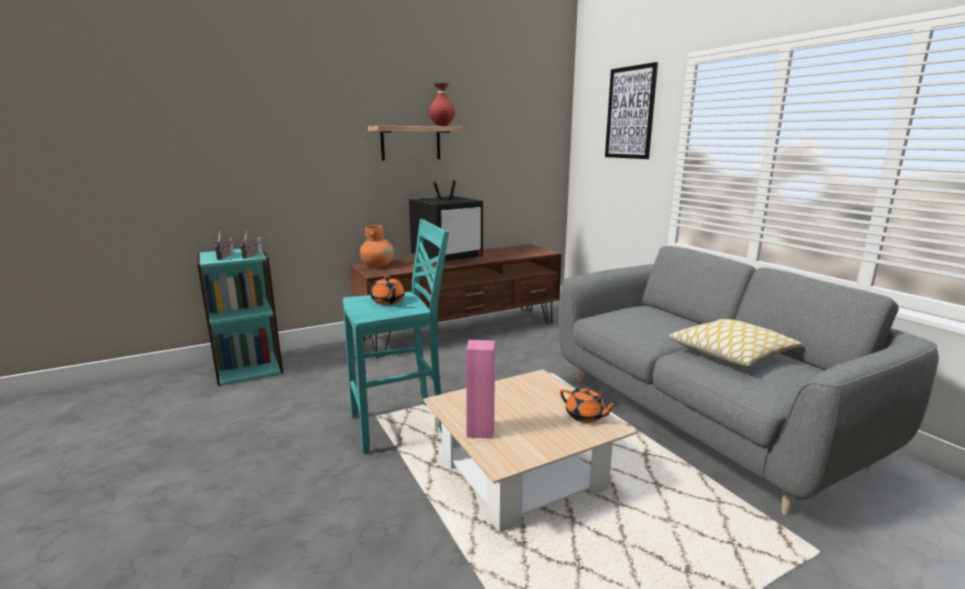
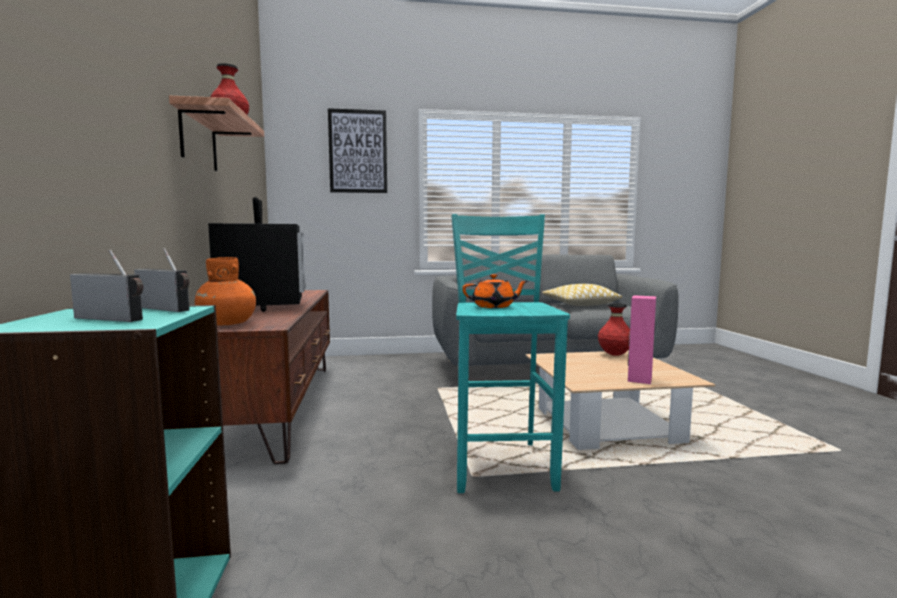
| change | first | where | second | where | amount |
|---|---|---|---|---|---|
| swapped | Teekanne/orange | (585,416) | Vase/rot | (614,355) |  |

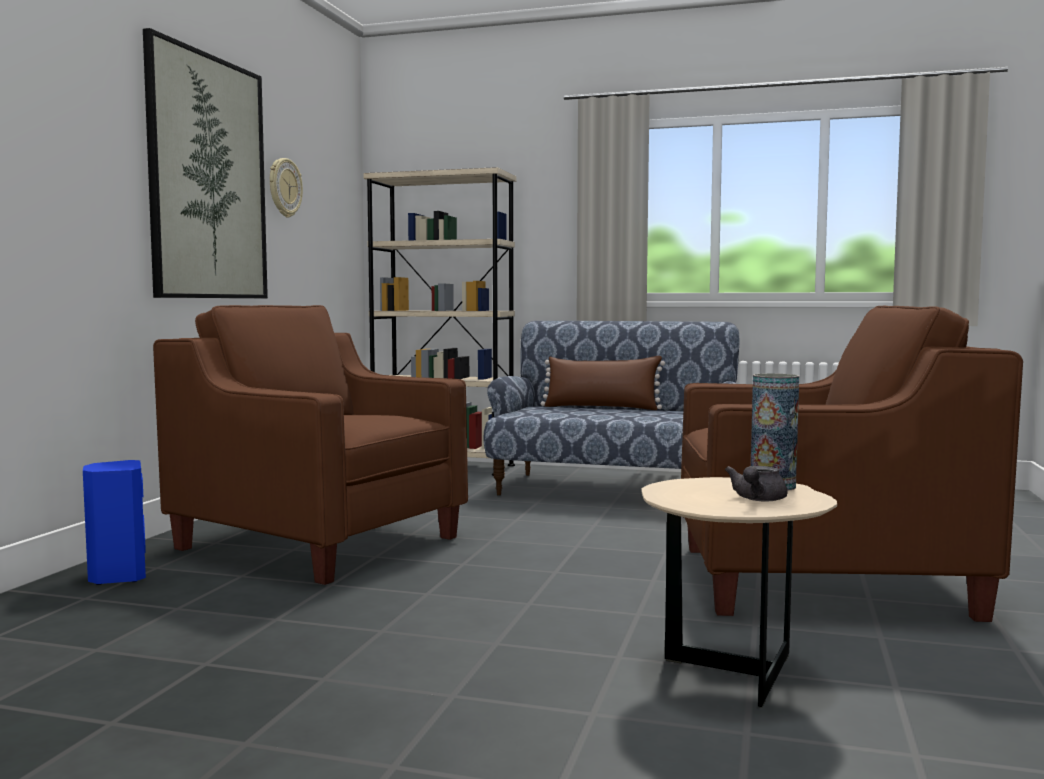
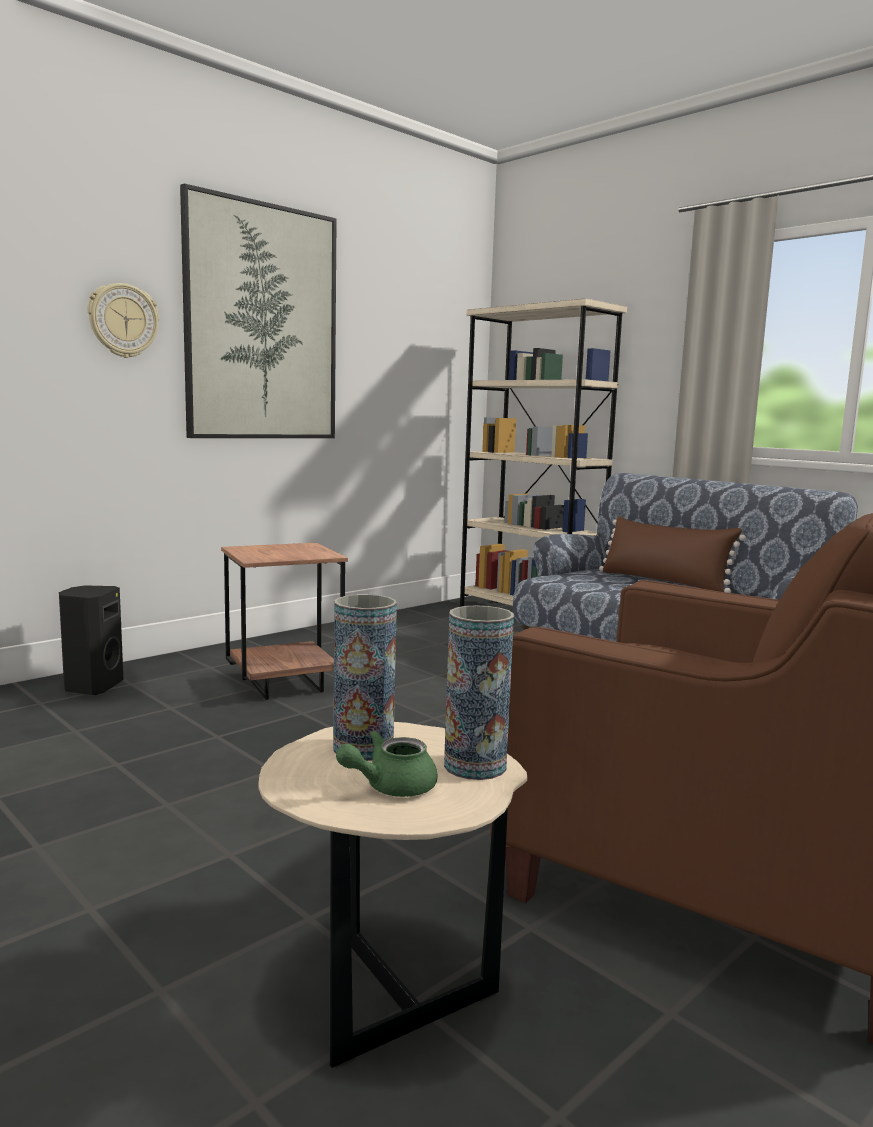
| change | first | where | second | where | amount |
|---|---|---|---|---|---|
| repainted | Lautsprecher/blau | (117,577) | Lautsprecher/schwarz | (92,687) |  |
| swapped | Sessel/braun | (319,542) | Beistelltisch/braun | (284,686) |  |
| shifted | Wanduhr | (284,188) |  | (123,321) |  |
| repainted | Teekanne/grau | (757,499) | Teekanne/grün | (390,787) |  |
| new |  |  | Vase | (363,748) |  |

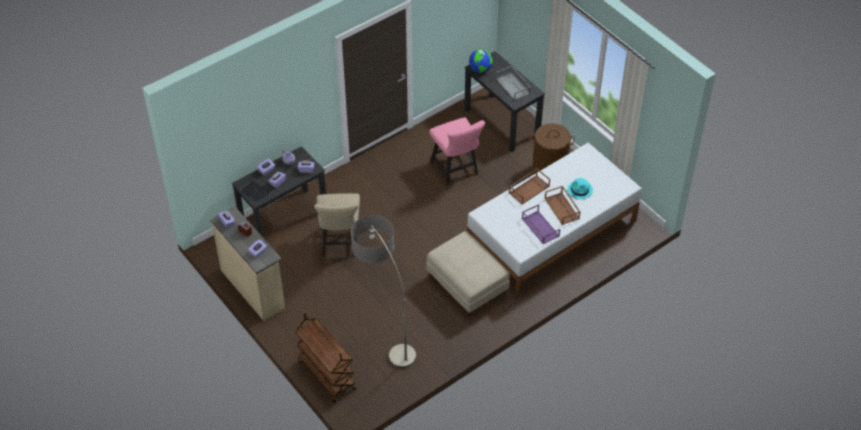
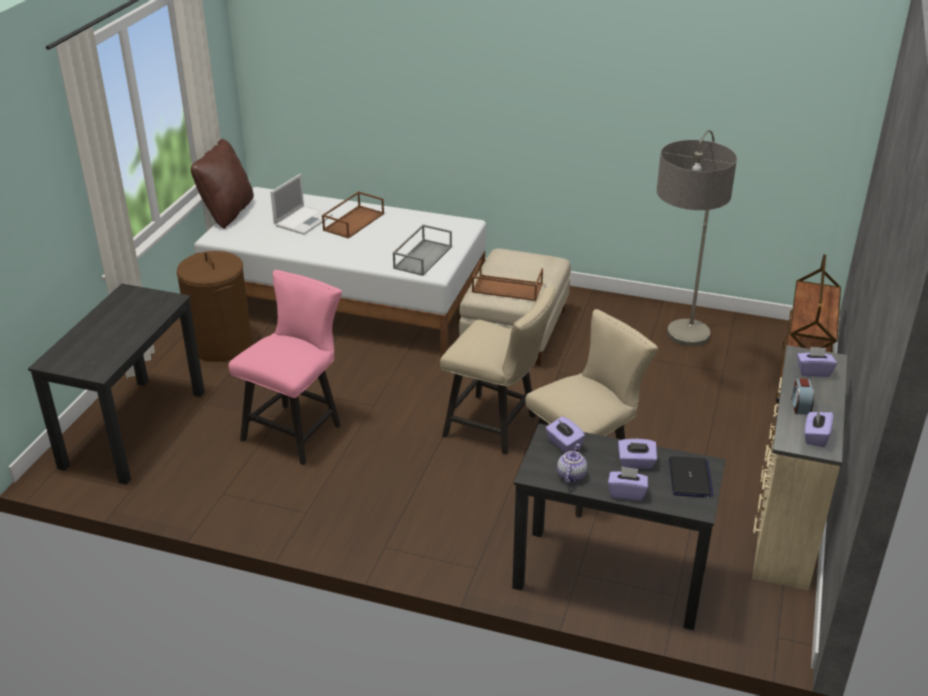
| change | first | where | second | where | amount |
|---|---|---|---|---|---|
| gone | Globus | (480,69) |  |  |  |
| shifted | Tablett/grau | (513,86) |  | (422,257) |  |
| shifted | Tablett/braun | (529,189) |  | (506,288) |  |
| gone | Tablett/lila | (539,227) |  |  |  |
| swapped | Hut/türkis | (580,190) | Laptop | (303,220) |  |
| new |  |  | Kissen/braun | (227,213) |  |
| new |  |  | Stuhl/beige | (496,427) |  |

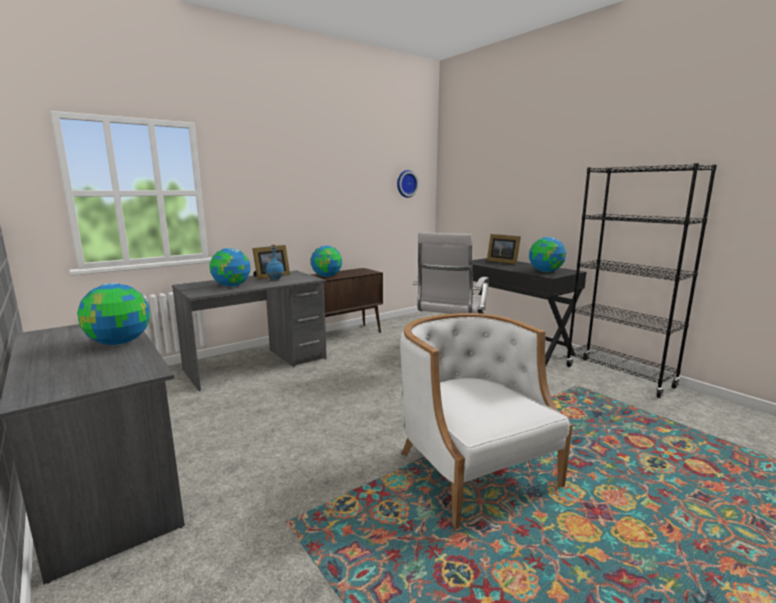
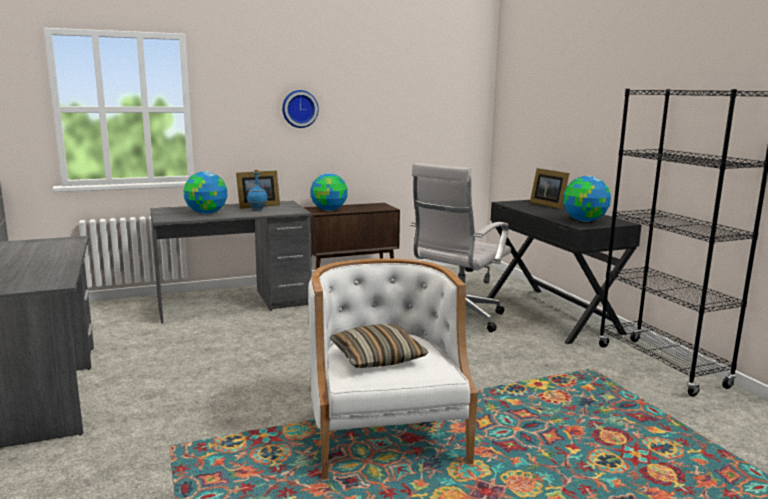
| change | first | where | second | where | amount |
|---|---|---|---|---|---|
| gone | Globus | (120,342) |  |  |  |
| shifted | Wanduhr | (406,184) |  | (299,109) |  |
| new |  |  | Kissen | (377,357) |  |

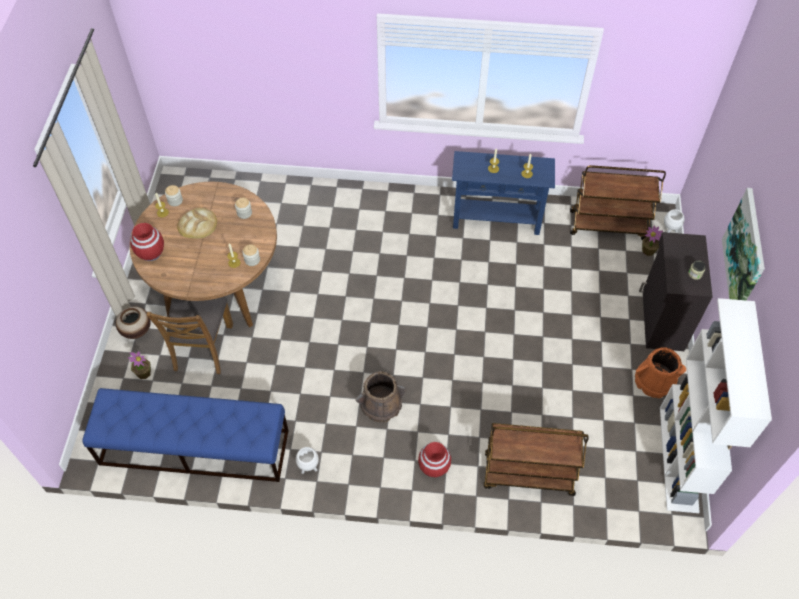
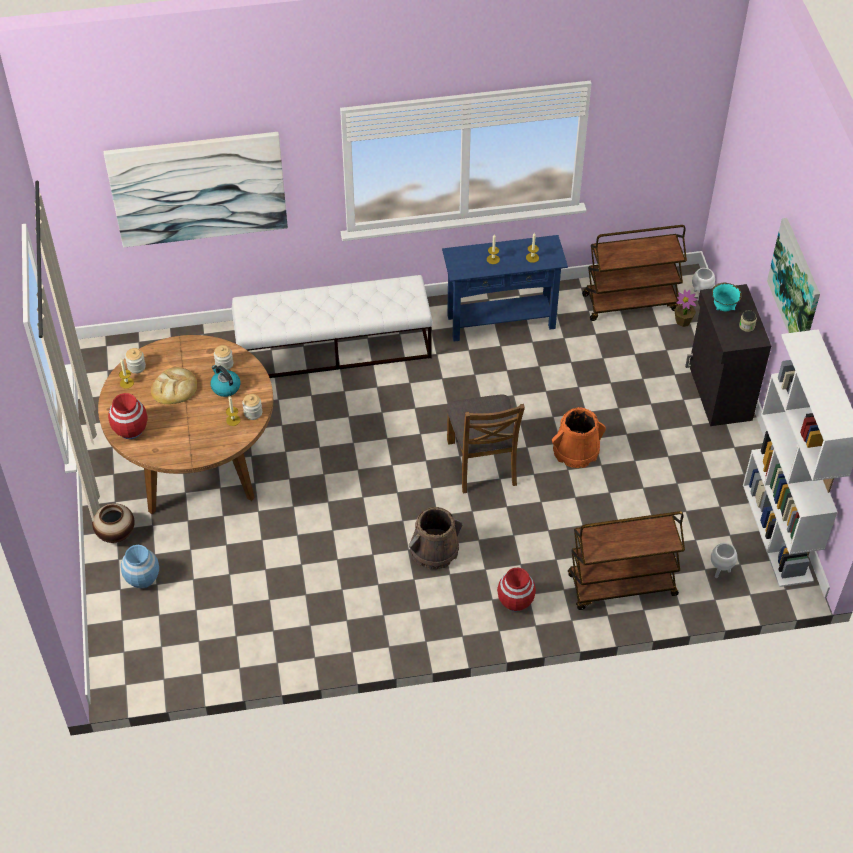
| change | first | where | second | where | amount |
|---|---|---|---|---|---|
| gone | Bank/blau | (194,447) |  |  |  |
| swapped | Topfpflanze | (143,373) | Vase/blau | (143,578) |  |
| shifted | Stuhl/braun | (202,347) |  | (483,462) |  |
| shifted | Pflanzkübel/weiß | (308,468) |  | (720,571) |  |
| shifted | Eimer/orange | (654,380) |  | (575,450) |  |
| new |  |  | Bild | (198,189) |  |
| new |  |  | Wasserkessel | (225,387) |  |
| new |  |  | Bank/weiß | (334,348) |  |
| new |  |  | Schüssel/türkis | (724,307) |  |

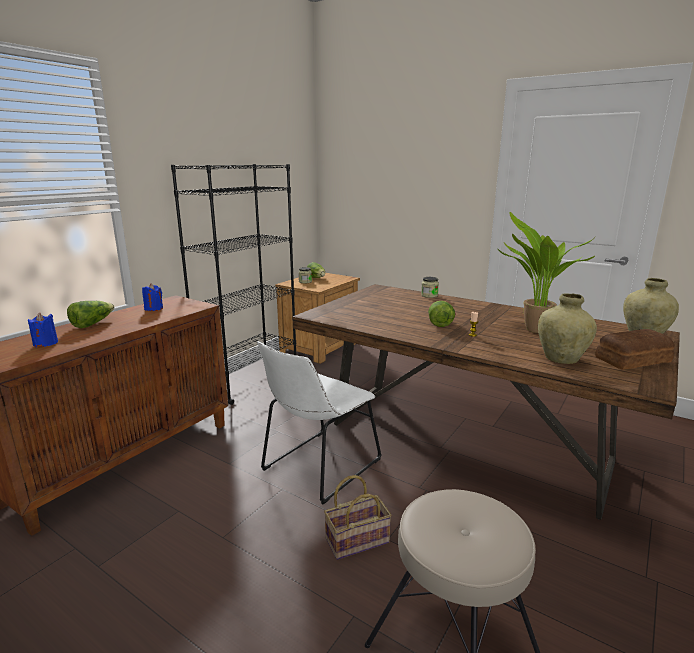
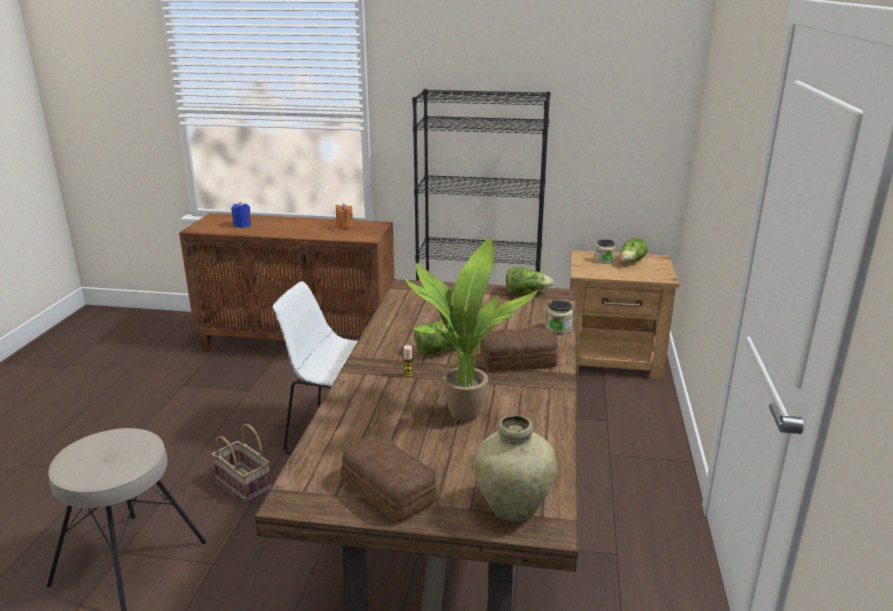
| change | first | where | second | where | amount |
|---|---|---|---|---|---|
| shifted | Salatkopf | (92,324) |  | (526,293) |  |
| repainted | Kerze/blau | (154,308) | Kerze/orange | (344,227) |  |
| gone | Vase/beige | (561,359) |  |  |  |
| new |  |  | Brot | (519,362) |  |

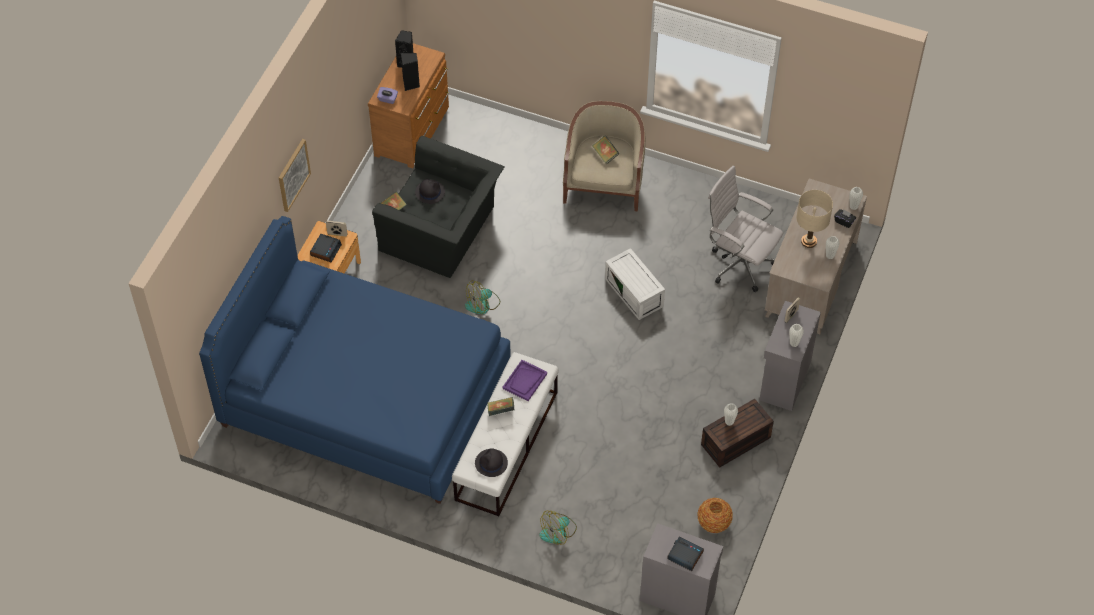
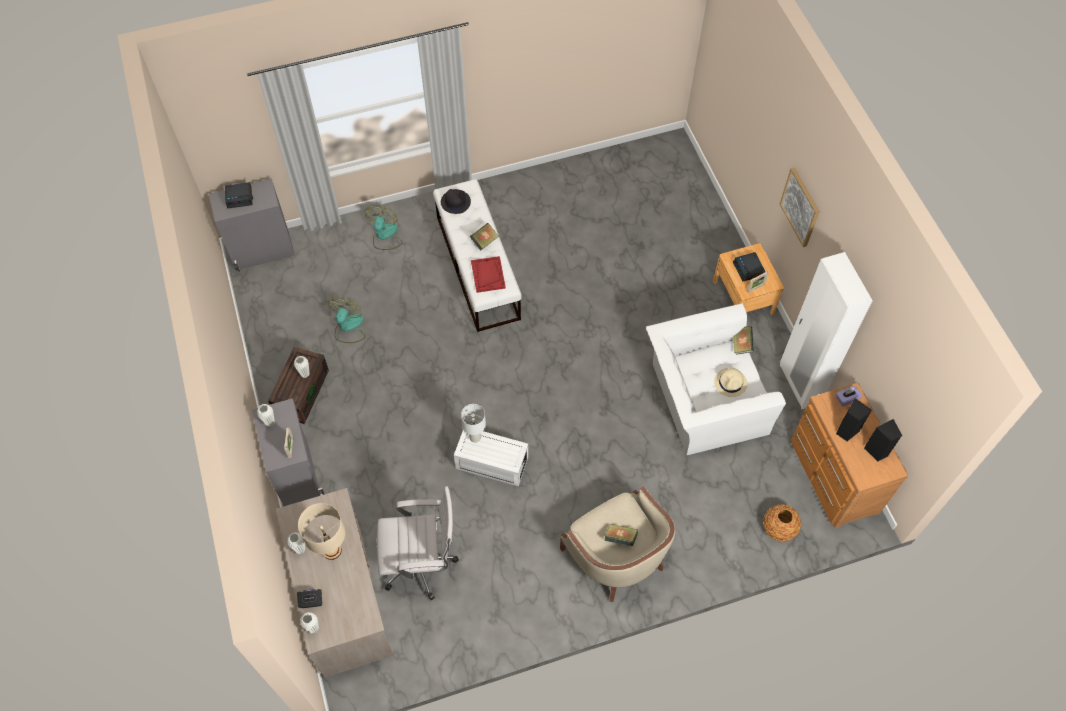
| change | first | where | second | where | amount |
|---|---|---|---|---|---|
| gone | Bett/blau | (365,397) |  |  |  |
| repainted | Sessel/schwarz | (441,230) | Sessel/weiß | (703,399) |  |
| repainted | Hut/schwarz | (430,192) | Hut/beige | (730,383) |  |
| shifted | Ventilator | (482,304) |  | (348,327) |  |
| repainted | Tablett/lila | (525,381) | Tablett/rot | (488,275) |  |
| shifted | Vase | (714,523) |  | (778,529) |  |
| new |  |  | Tischlampe/weiß | (475,437) |  |
| new |  |  | Kleiderschrank/weiß | (799,384) |  |

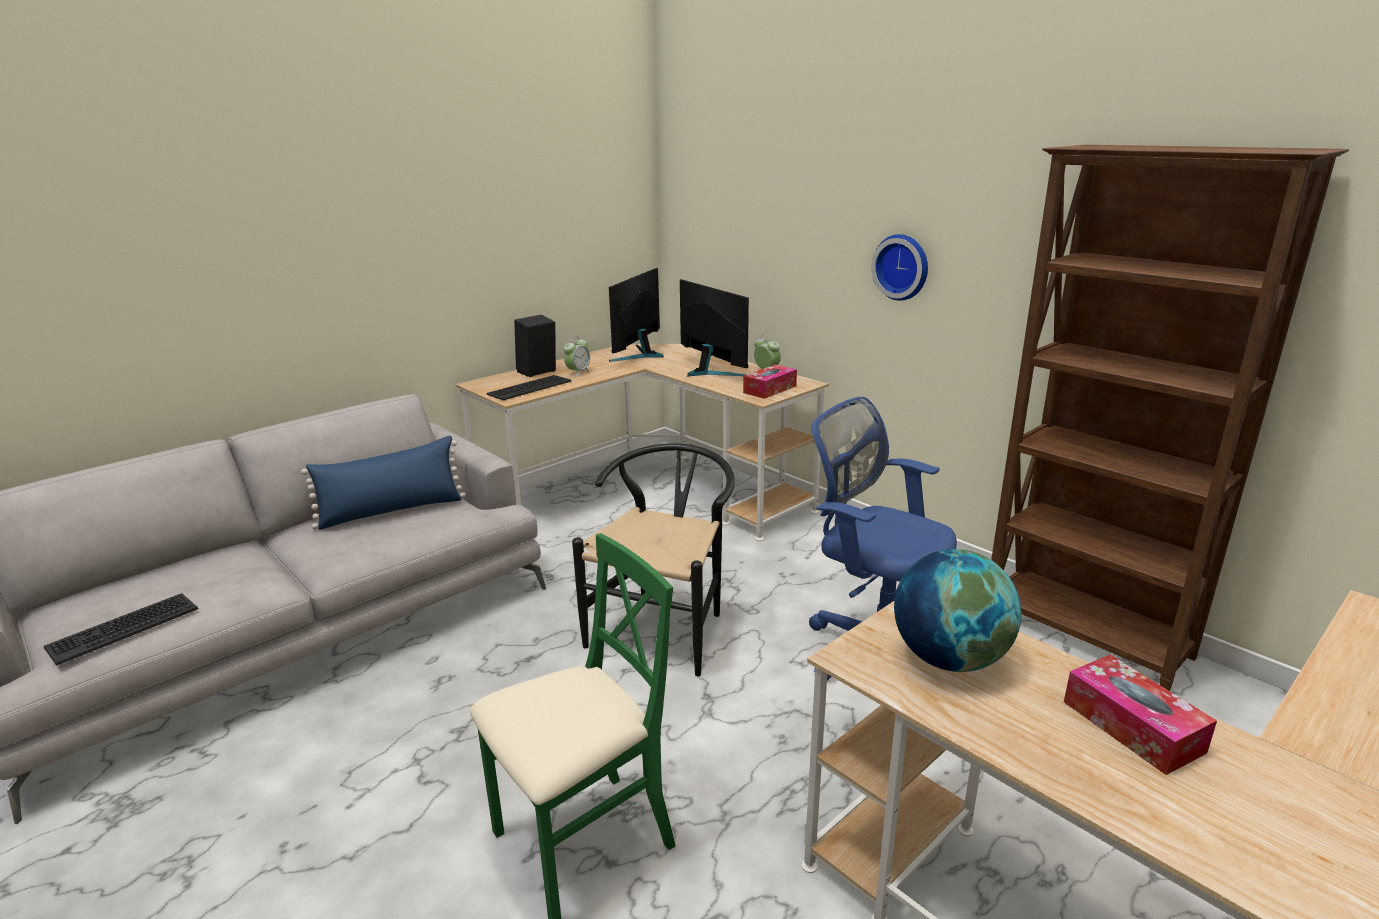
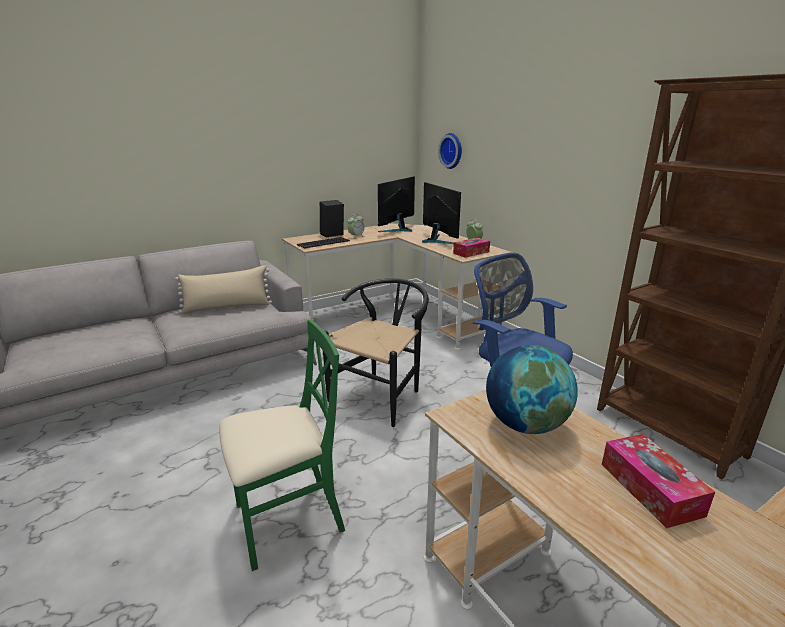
| change | first | where | second | where | amount |
|---|---|---|---|---|---|
| gone | Tastatur | (124,628) |  |  |  |
| repainted | Kissen/blau | (392,511) | Kissen/beige | (227,307) |  |
| shifted | Wanduhr | (902,267) |  | (452,151) |  |

